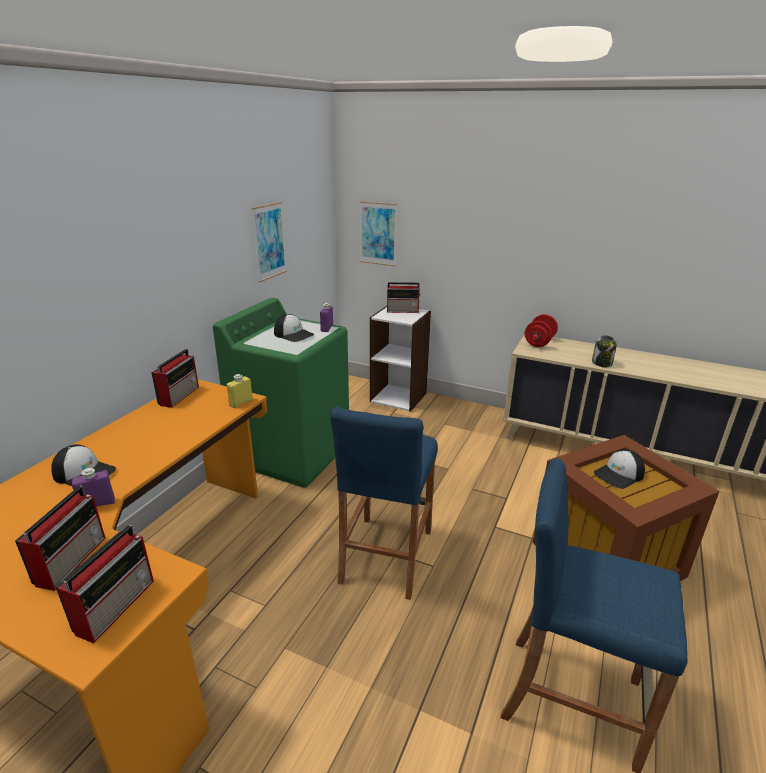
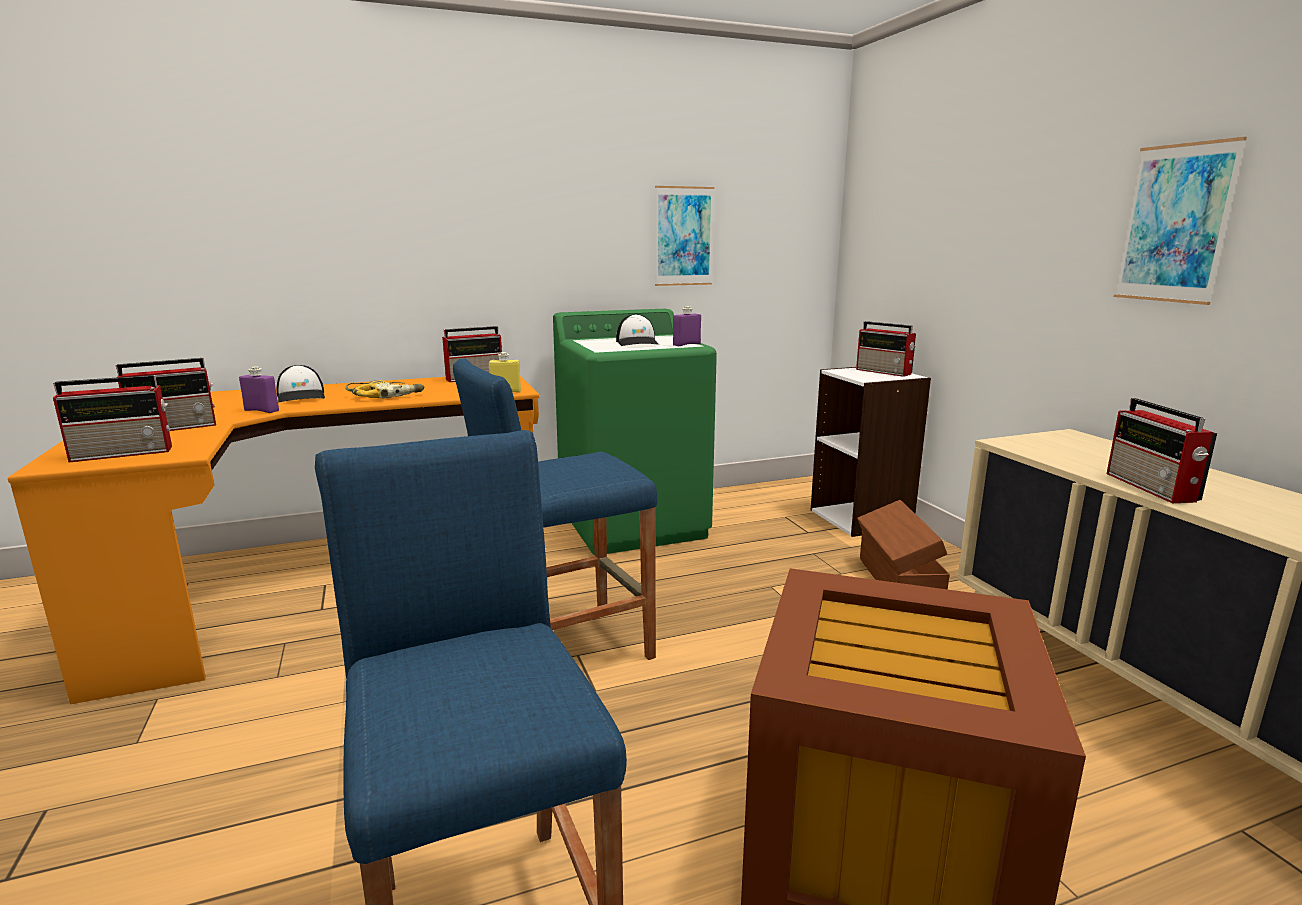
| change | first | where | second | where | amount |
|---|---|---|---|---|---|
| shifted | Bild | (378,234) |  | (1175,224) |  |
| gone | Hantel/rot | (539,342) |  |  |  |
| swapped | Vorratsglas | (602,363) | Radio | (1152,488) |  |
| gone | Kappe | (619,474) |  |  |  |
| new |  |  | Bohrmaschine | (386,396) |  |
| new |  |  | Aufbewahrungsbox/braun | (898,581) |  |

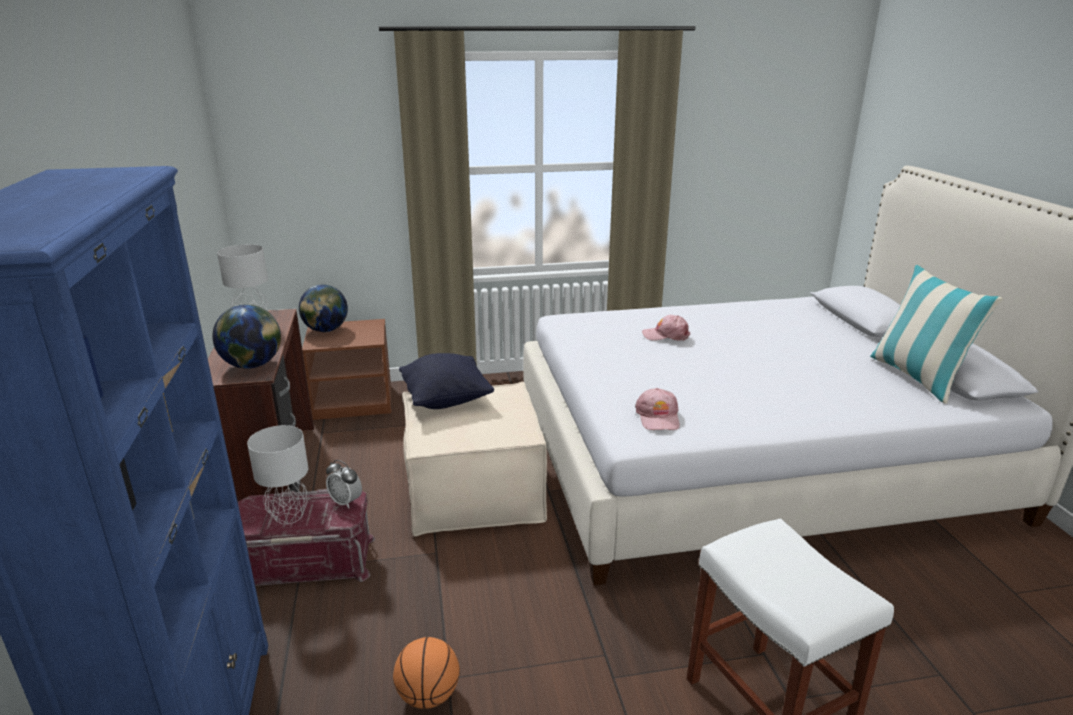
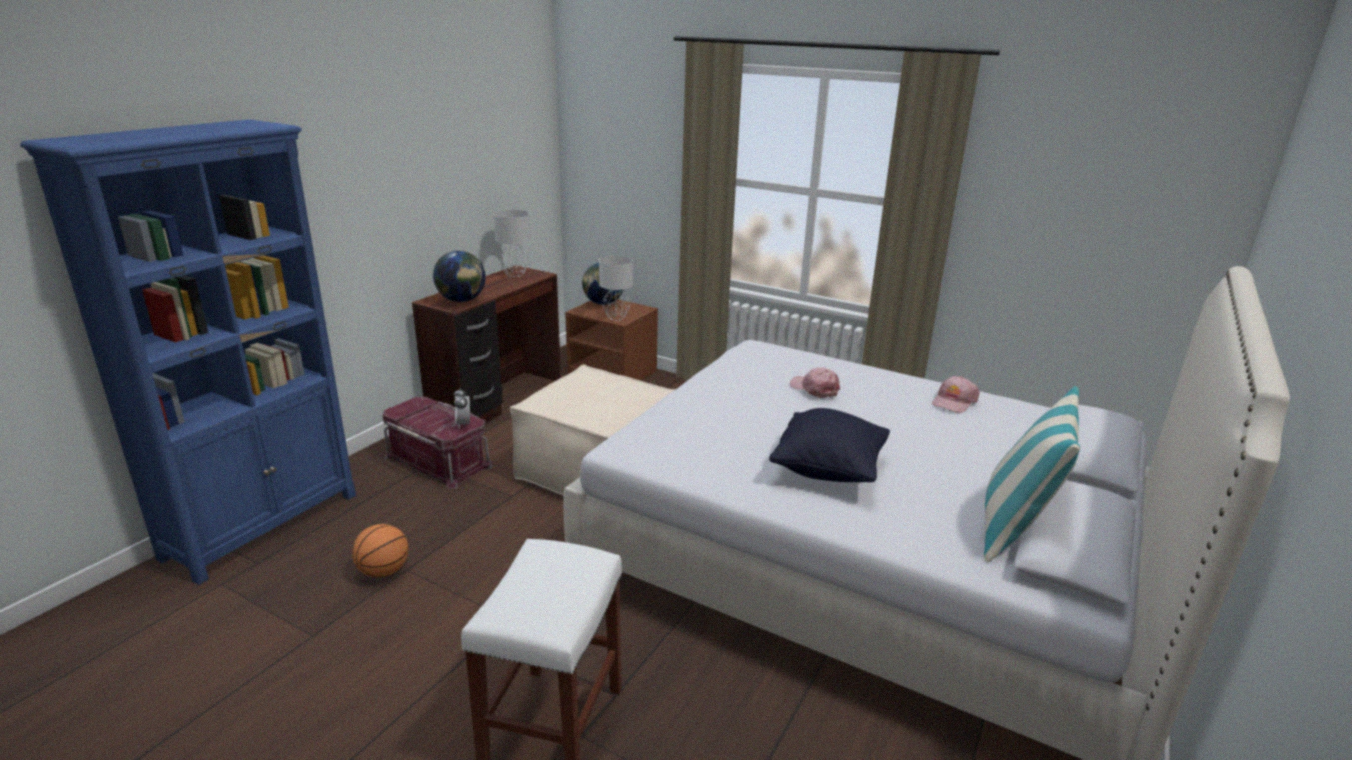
| change | first | where | second | where | amount |
|---|---|---|---|---|---|
| shifted | Tischlampe/grau | (290,516) |  | (616,317) |  |
| shifted | Kissen/schwarz | (446,400) |  | (828,470) |  |
| shifted | Kappe/rosa | (658,417) |  | (954,402) |  |

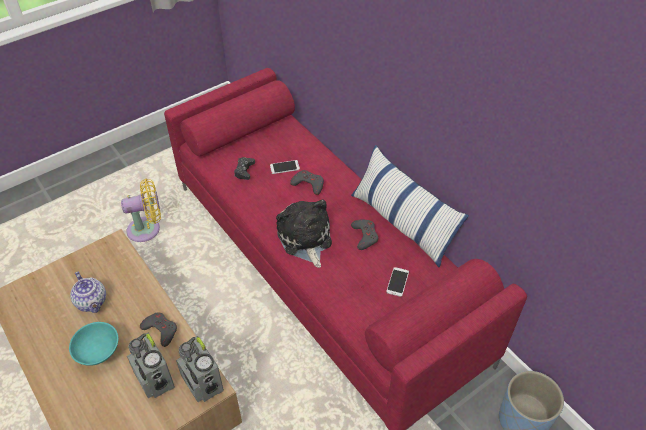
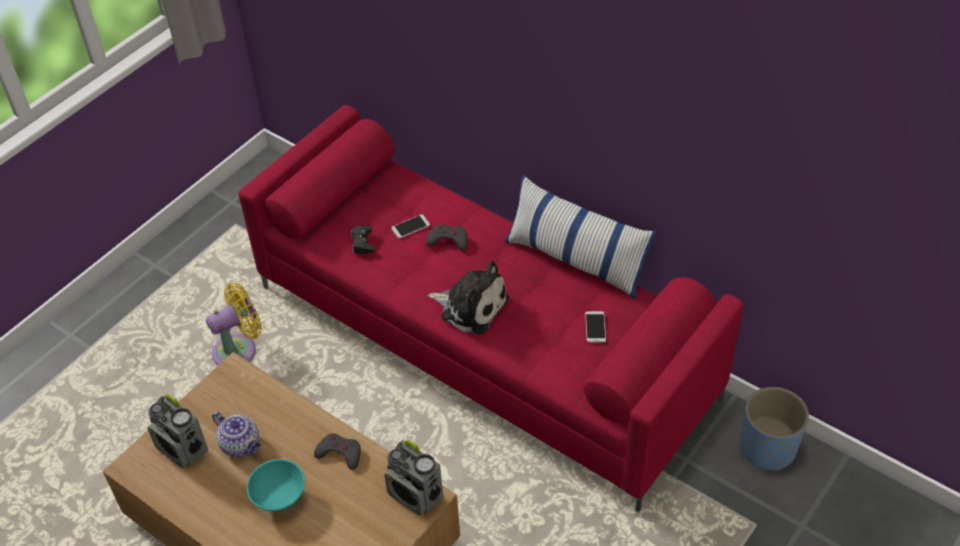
| change | first | where | second | where | amount |
|---|---|---|---|---|---|
| shifted | Radio | (154,380) |  | (182,449) |  |
| rotated | Plüschtier | (305,239) |  | (471,306) | 150 degrees clockwise |
| gone | Gamepad/grau | (365,236) |  |  |  |

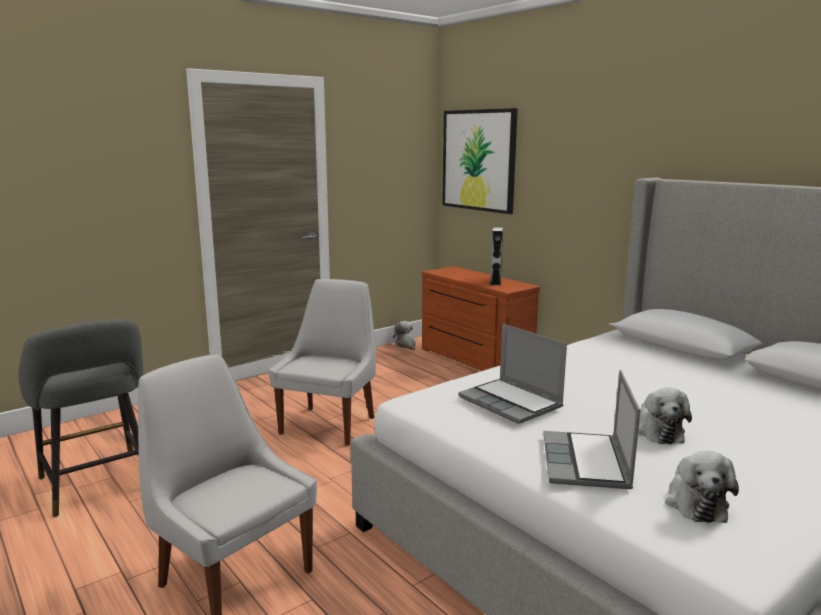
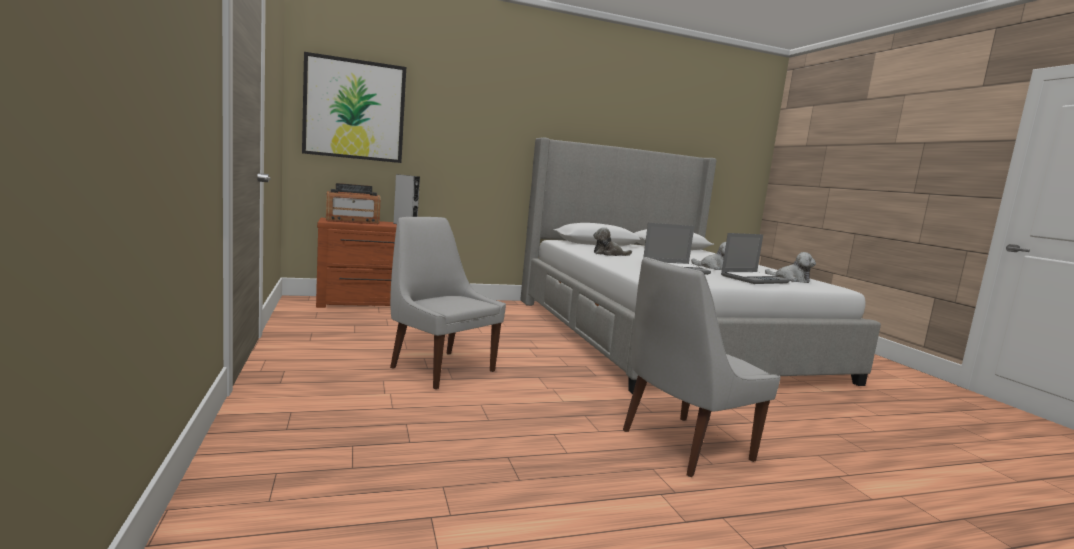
| change | first | where | second | where | amount |
|---|---|---|---|---|---|
| gone | Hocker/grau | (98,485) |  |  |  |
| shifted | Plüschtier | (406,345) |  | (608,254) |  |
| rotated | Laptop | (586,463) |  | (754,279) | 60 degrees counterclockwise |
| new |  |  | Radio | (352,221) |  |

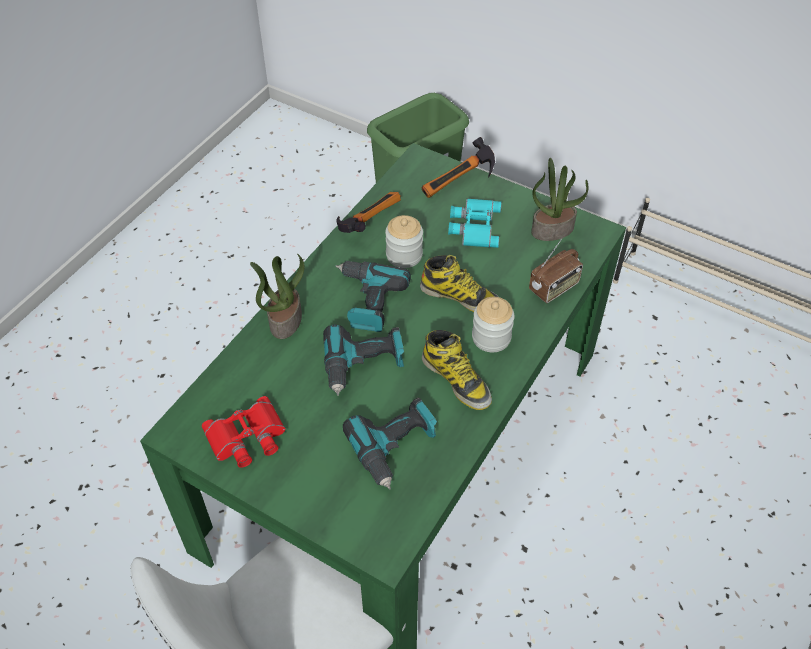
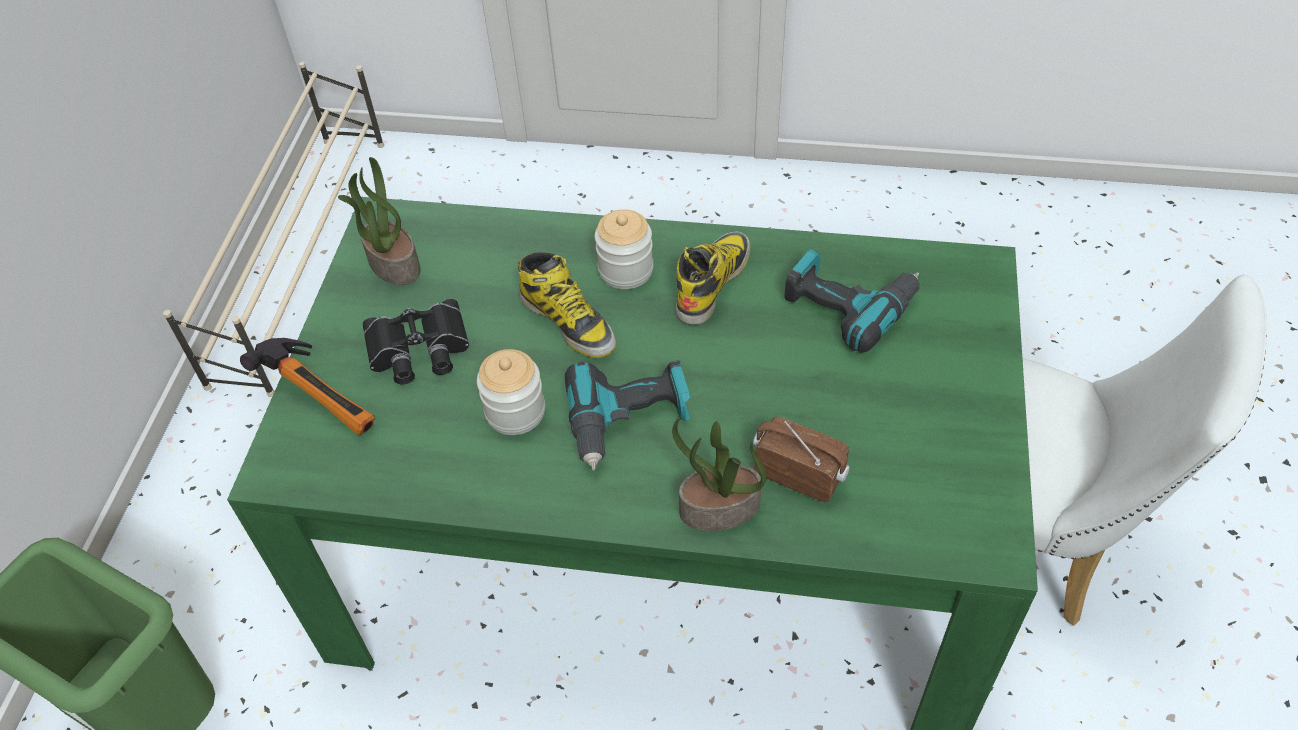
| change | first | where | second | where | amount |
|---|---|---|---|---|---|
| gone | Fernglas/rot | (247,438) |  |  |  |
| gone | Bohrmaschine | (364,365) |  |  |  |
| gone | Hammer | (367,220) |  |  |  |
| rotated | Stiefel | (460,296) |  | (568,321) | 135 degrees clockwise |
| repainted | Fernglas/türkis | (474,226) | Fernglas/schwarz | (418,350) |  |
| shifted | Radio | (554,288) |  | (799,474) |  |

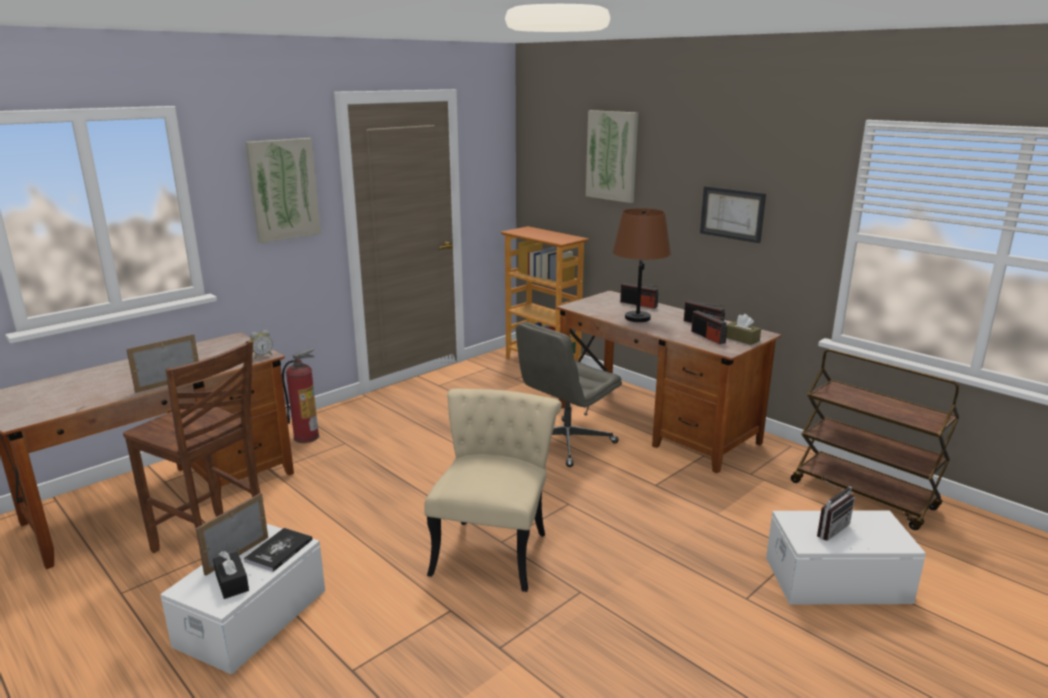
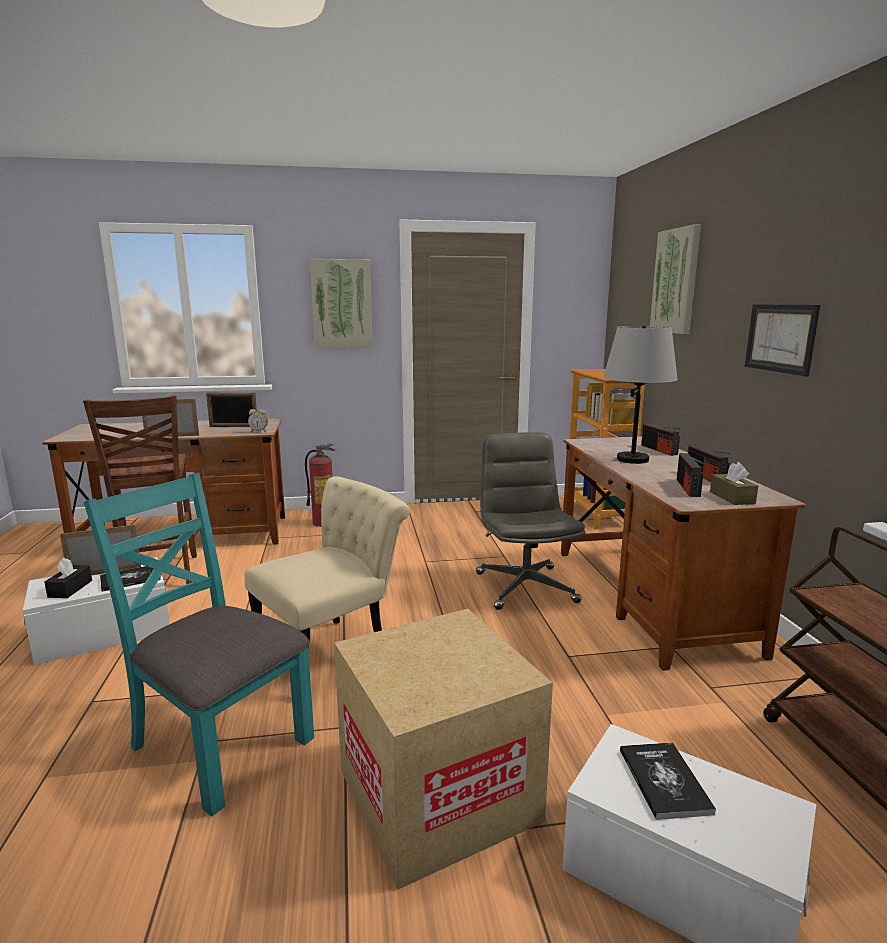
| change | first | where | second | where | amount |
|---|---|---|---|---|---|
| rotated | Bürostuhl/grau | (566,443) |  | (525,587) | 90 degrees clockwise |
| repainted | Tischlampe/braun | (637,318) | Tischlampe/grau | (632,459) |  |
| swapped | Radio | (828,528) | Buch | (664,781) |  |
| new |  |  | Stuhl/türkis | (219,743) |  |
| new |  |  | Bilderrahmen | (233,426) |  |
| new |  |  | Karton | (437,794) |  |

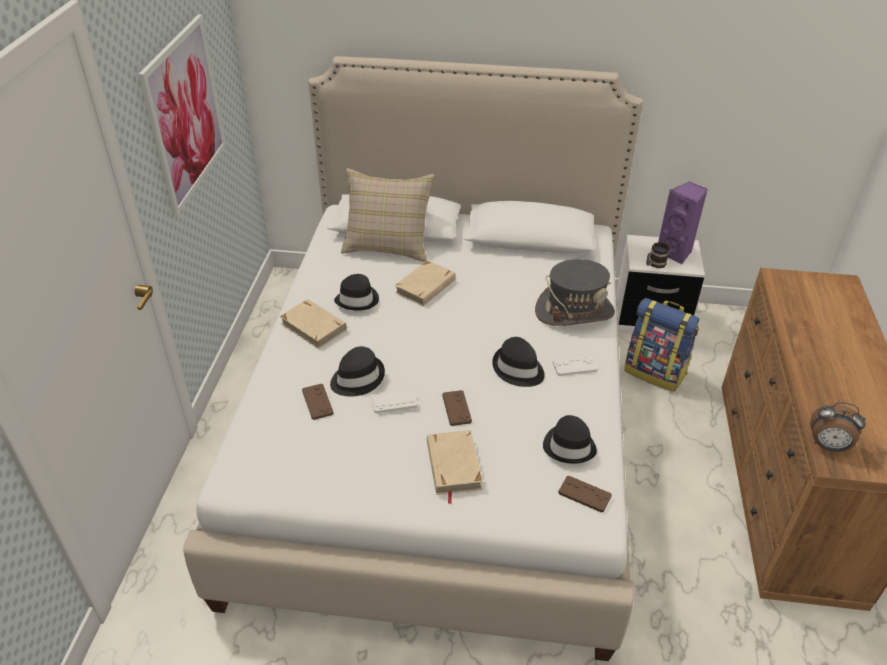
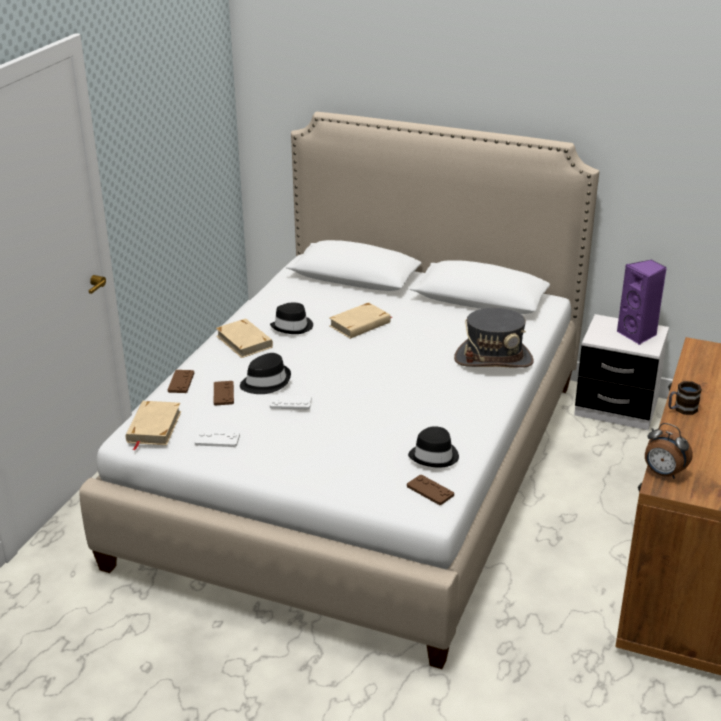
| change | first | where | second | where | amount |
|---|---|---|---|---|---|
| gone | Bild | (185,114) |  |  |  |
| gone | Kissen/beige | (388,245) |  |  |  |
| shifted | Buch/beige | (453,466) |  | (153,427) |  |
| shifted | Gamepad/braun | (456,408) |  | (181,382) |  |
| gone | Hut/schwarz | (518,369) |  |  |  |
| shifted | Gamepad/weiß | (574,366) |  | (217,440) |  |
| gone | Rucksack | (655,372) |  |  |  |
| shifted | Henkelbecher | (654,264) |  | (681,409) |  |

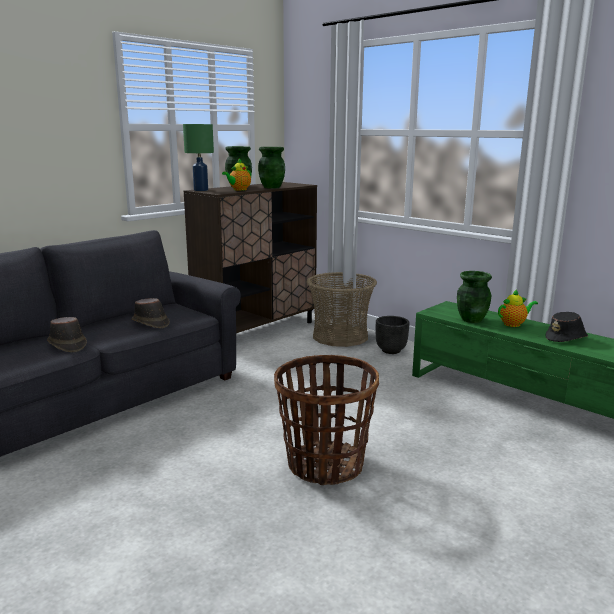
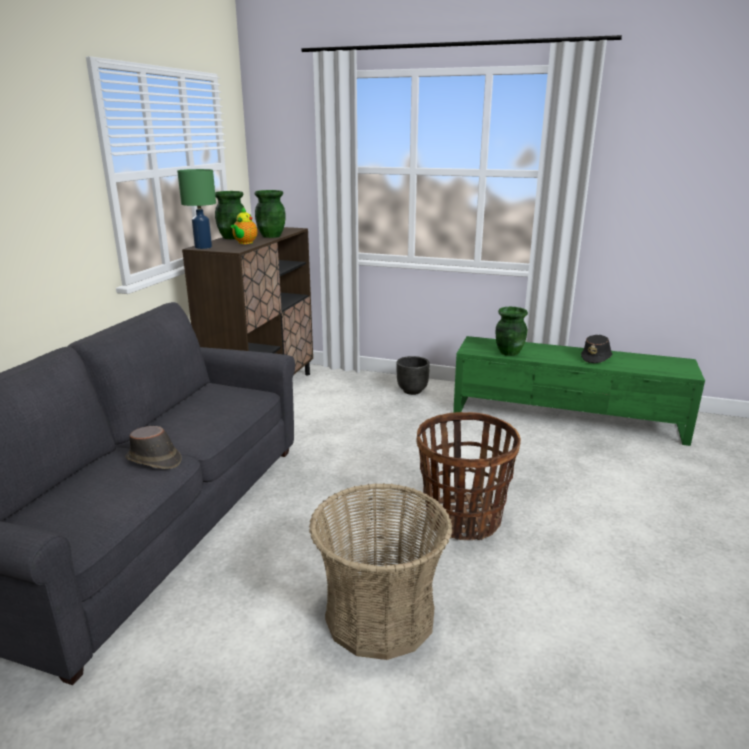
| change | first | where | second | where | amount |
|---|---|---|---|---|---|
| gone | Hut/braun | (150,323) |  |  |  |
| shifted | Korb | (340,336) |  | (380,616) |  |
| gone | Teekanne | (514,324) |  |  |  |

